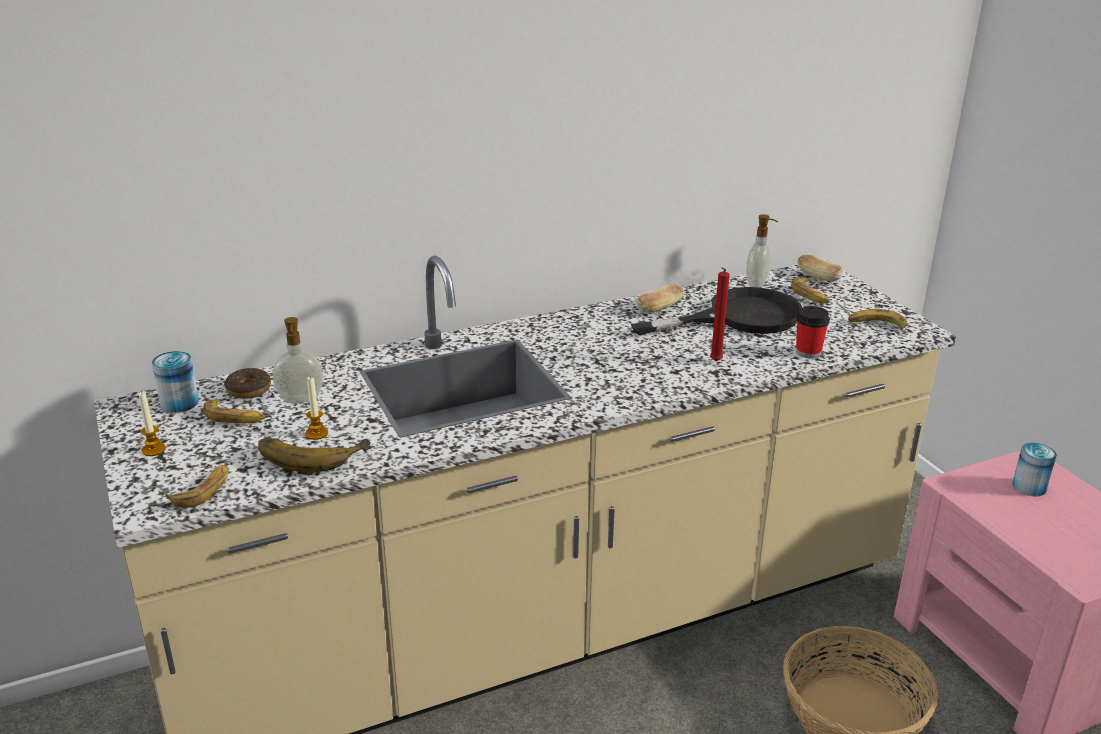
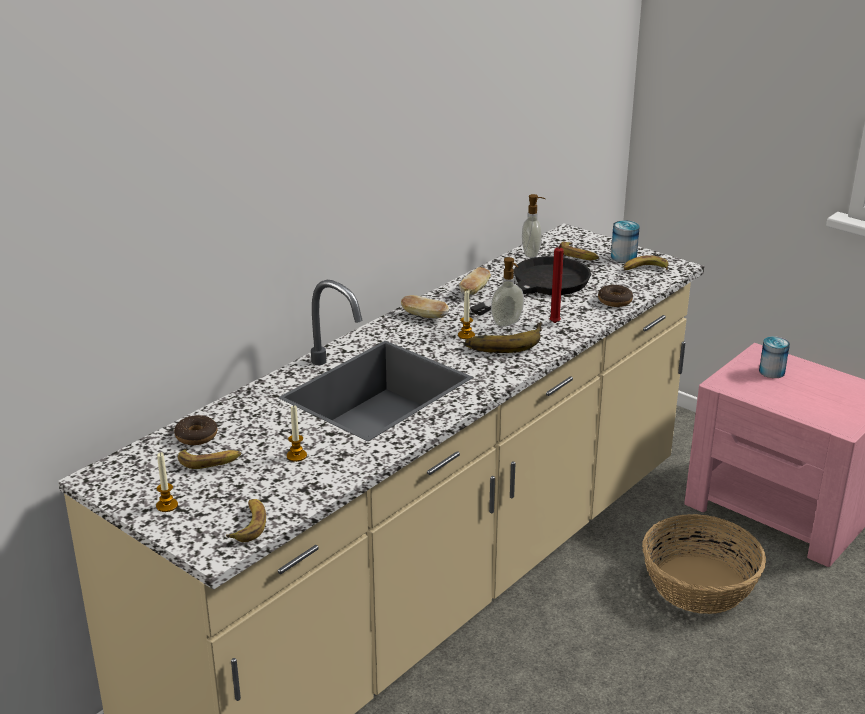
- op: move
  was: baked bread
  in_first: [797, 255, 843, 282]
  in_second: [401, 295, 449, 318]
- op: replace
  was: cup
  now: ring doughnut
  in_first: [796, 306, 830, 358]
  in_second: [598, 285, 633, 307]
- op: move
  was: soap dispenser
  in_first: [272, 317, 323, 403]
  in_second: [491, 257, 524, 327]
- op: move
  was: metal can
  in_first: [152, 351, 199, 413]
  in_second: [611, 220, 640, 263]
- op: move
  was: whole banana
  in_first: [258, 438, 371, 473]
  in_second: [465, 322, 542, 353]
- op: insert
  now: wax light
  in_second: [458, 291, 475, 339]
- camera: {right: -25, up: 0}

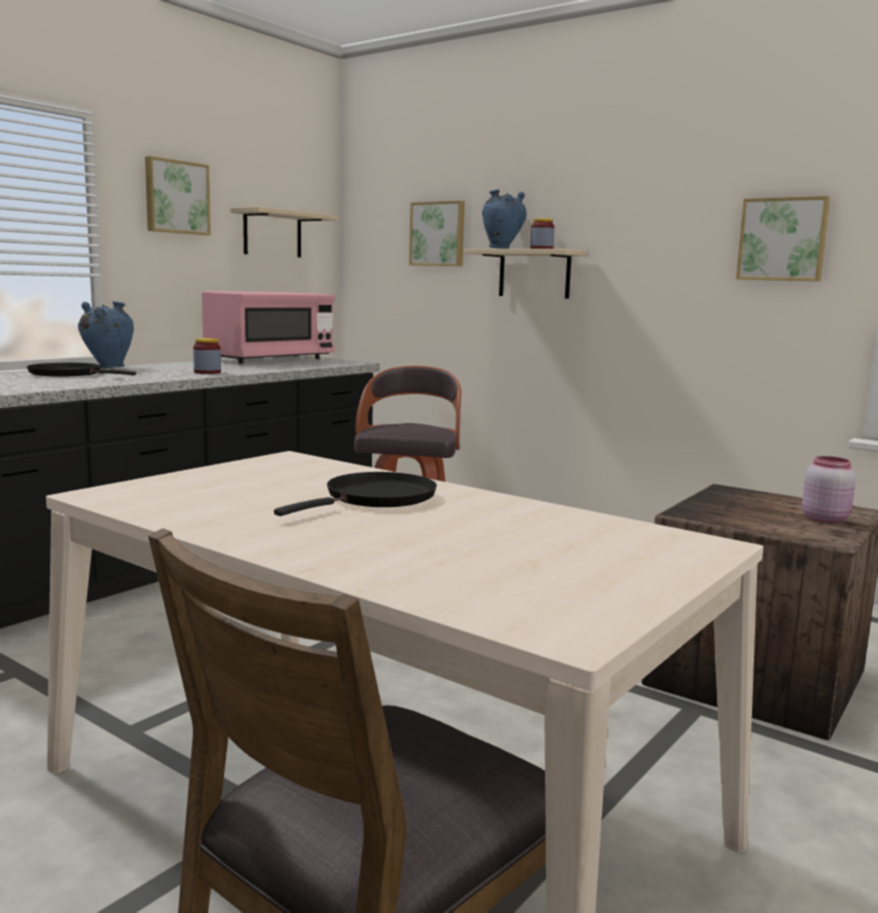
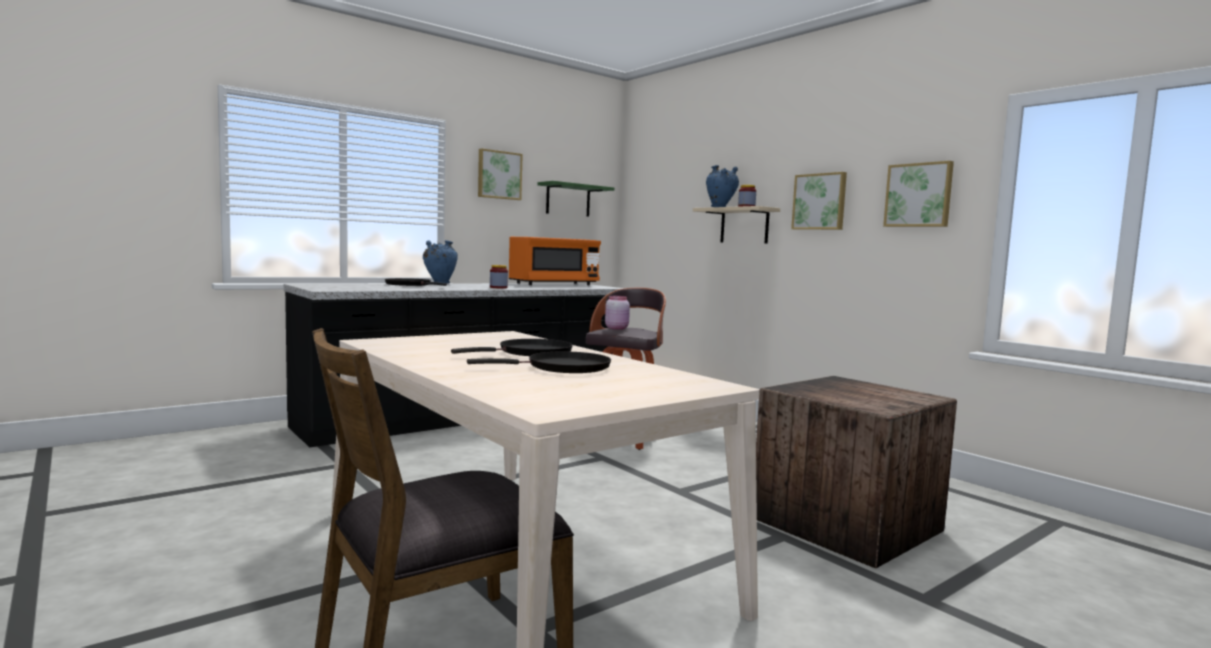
- op: move
  was: wall art
  in_first: [409, 201, 465, 266]
  in_second: [791, 172, 847, 230]
- op: recolor
  was: bracket shelf (beige)
  now: bracket shelf (green-coloured)
  in_first: [230, 207, 338, 257]
  in_second: [537, 181, 614, 217]
- op: recolor
  was: microwave oven (pinkish)
  now: microwave oven (orange)
  in_first: [202, 291, 335, 364]
  in_second: [509, 237, 601, 285]
- op: move
  was: preserve jar (pinkish)
  in_first: [802, 456, 856, 523]
  in_second: [605, 296, 630, 330]
- op: insert
  now: pan (black)
  in_second: [467, 351, 611, 373]
- camera: {right: 15, up: -5}

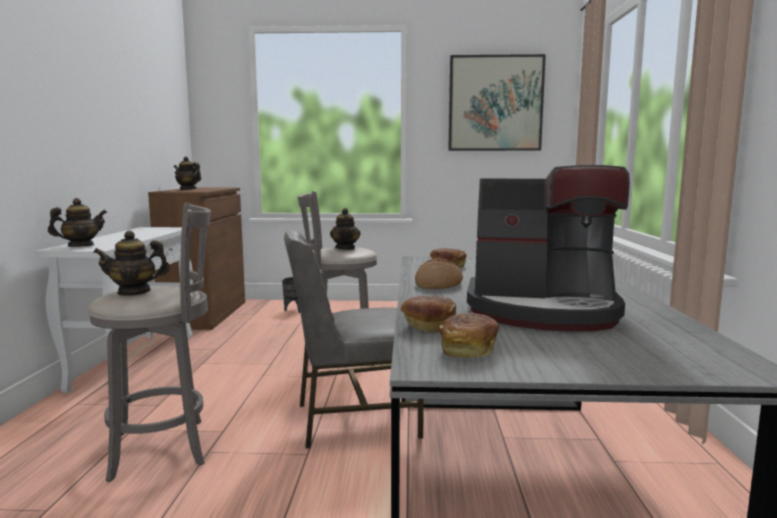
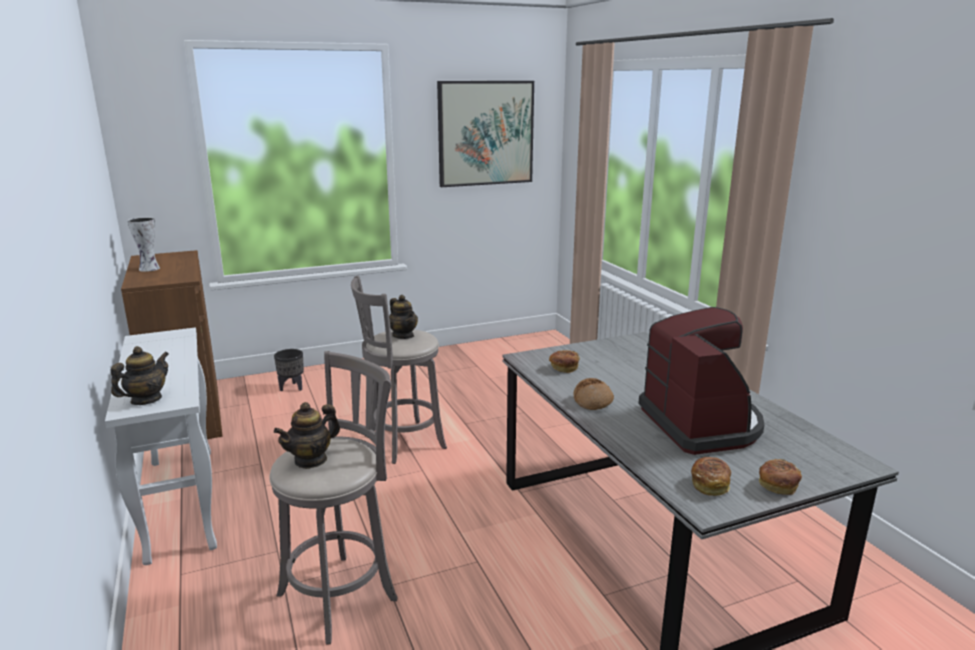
- op: replace
  was: pot for tea
  now: vase
  in_first: [174, 157, 201, 190]
  in_second: [127, 217, 160, 272]
- op: rotate
  was: coffee machine
  in_first: [467, 165, 630, 332]
  in_second: [638, 307, 765, 455]
  clockwise: -90
- op: delete
  was: upright chair (greyish)
  in_first: [284, 230, 424, 449]
- op: move
  was: baked bread
  in_first: [400, 296, 456, 332]
  in_second: [759, 459, 802, 495]
- camera: {right: -25, up: 10}

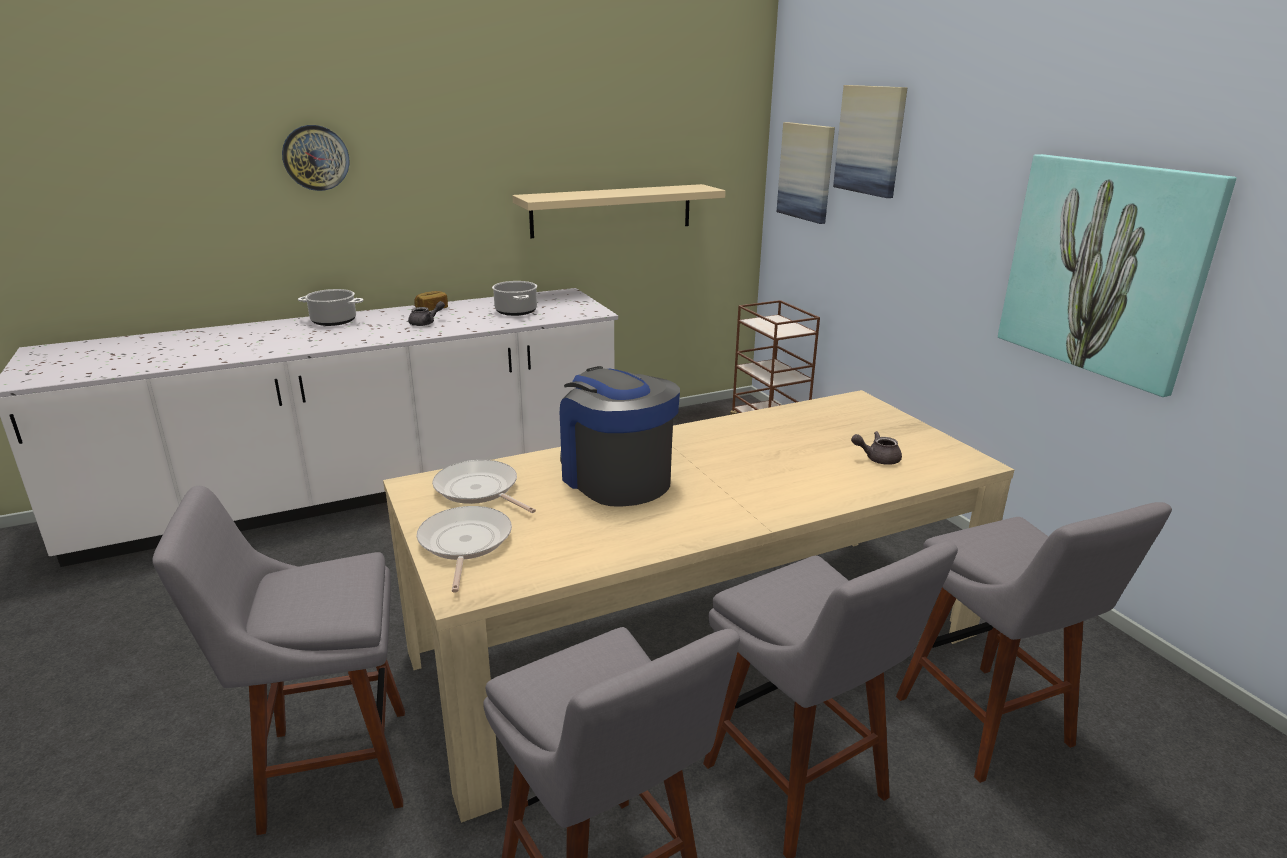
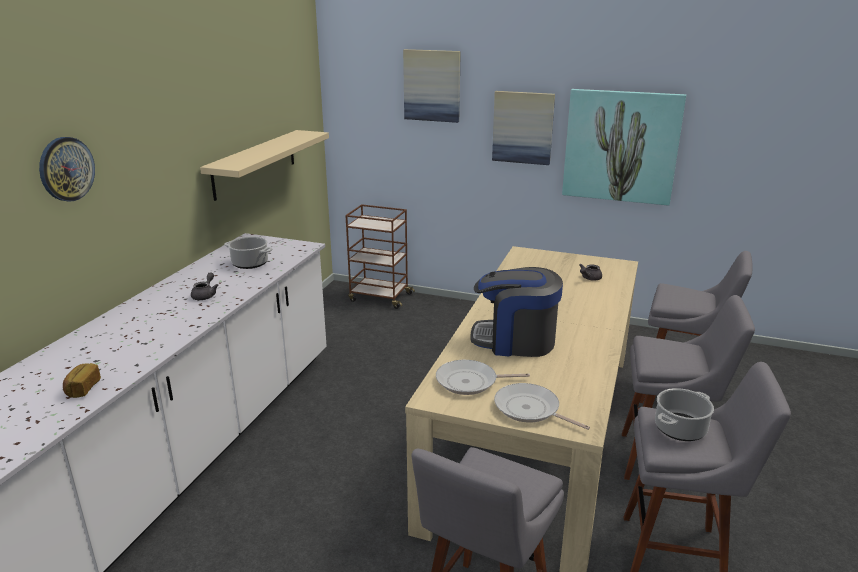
- op: move
  was: wall art
  in_first: [777, 122, 835, 224]
  in_second: [492, 91, 555, 165]
- op: move
  was: saucepot
  in_first: [298, 289, 364, 326]
  in_second: [655, 388, 714, 441]
- op: move
  was: baked bread
  in_first: [414, 291, 448, 311]
  in_second: [63, 363, 101, 398]
- camera: {right: -45, up: 0}

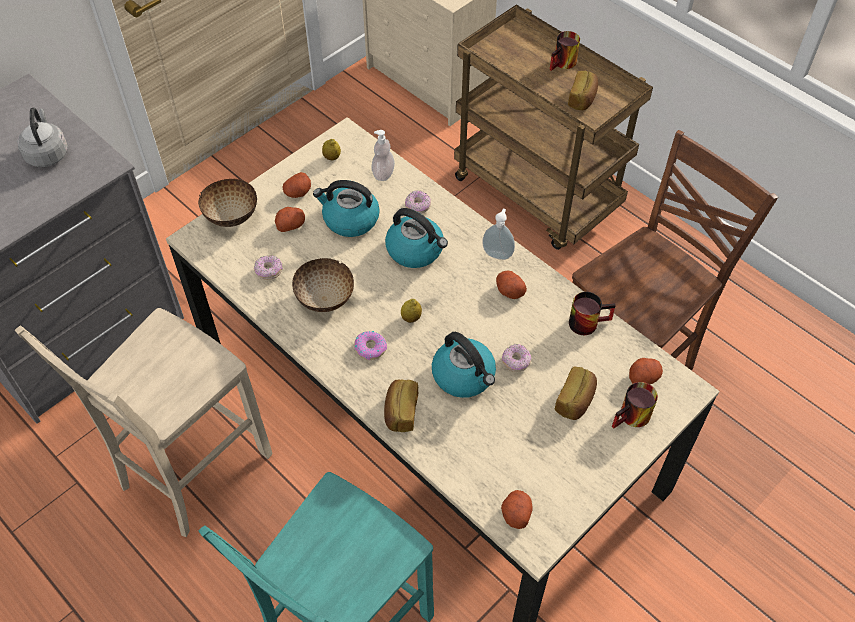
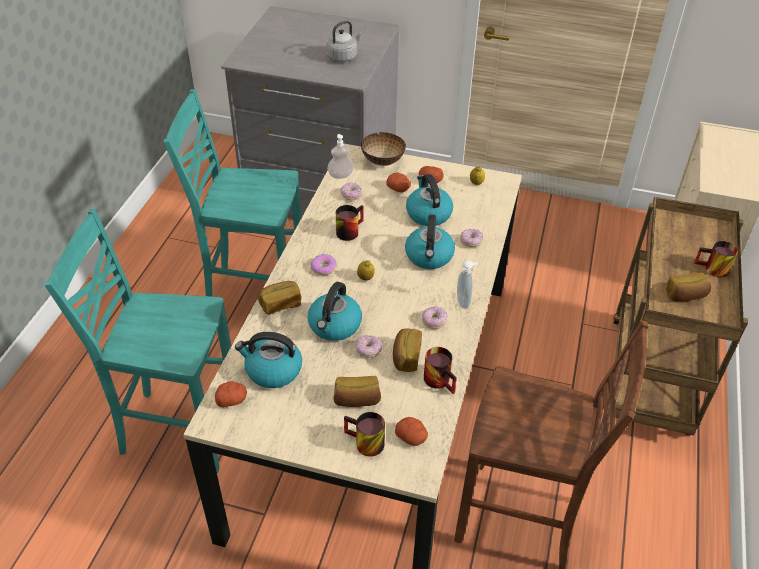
- op: move
  was: soap dispenser
  in_first: [371, 130, 395, 181]
  in_second: [327, 134, 354, 179]
- op: replace
  was: bowl
  now: tea mug
  in_first: [292, 258, 354, 312]
  in_second: [336, 205, 364, 241]
- op: replace
  was: whole potato
  now: ring doughnut
  in_first: [496, 271, 527, 299]
  in_second: [422, 307, 448, 329]
- op: recolor
  was: upright chair (beige)
  now: upright chair (turquoise-coloured)
  in_first: [15, 308, 272, 537]
  in_second: [164, 89, 301, 297]
- op: insert
  now: baked bread
  in_second: [393, 328, 422, 372]
- op: insert
  now: kettle
  in_second: [235, 332, 302, 388]
- camera: {right: 60, up: -10}

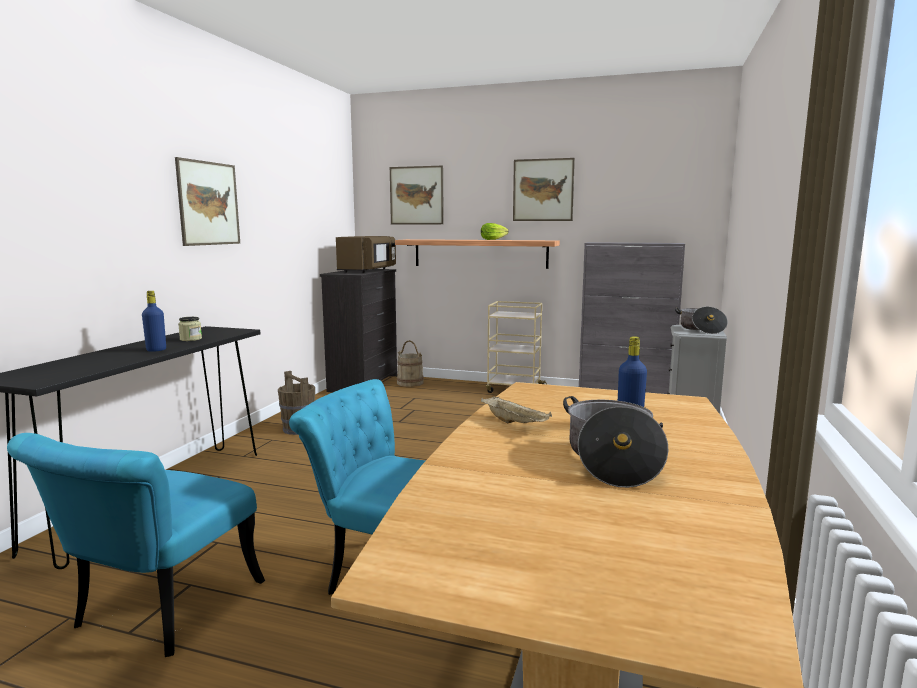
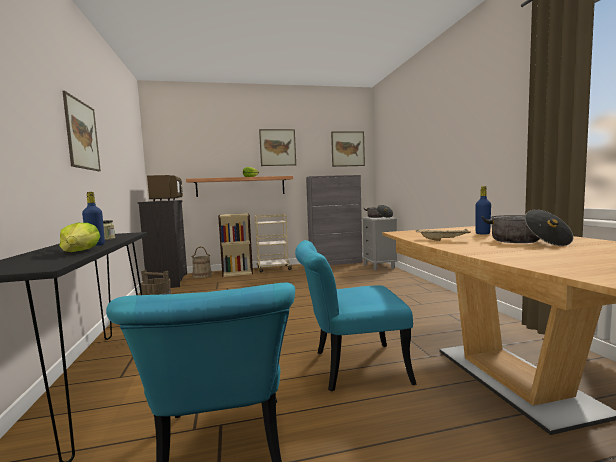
- op: move
  was: wall art
  in_first: [390, 166, 444, 224]
  in_second: [331, 131, 365, 167]
- op: insert
  now: bookcase (beige)
  in_second: [218, 213, 253, 277]
- op: insert
  now: lettuce head
  in_second: [59, 223, 100, 252]
- camera: {right: -30, up: -5}

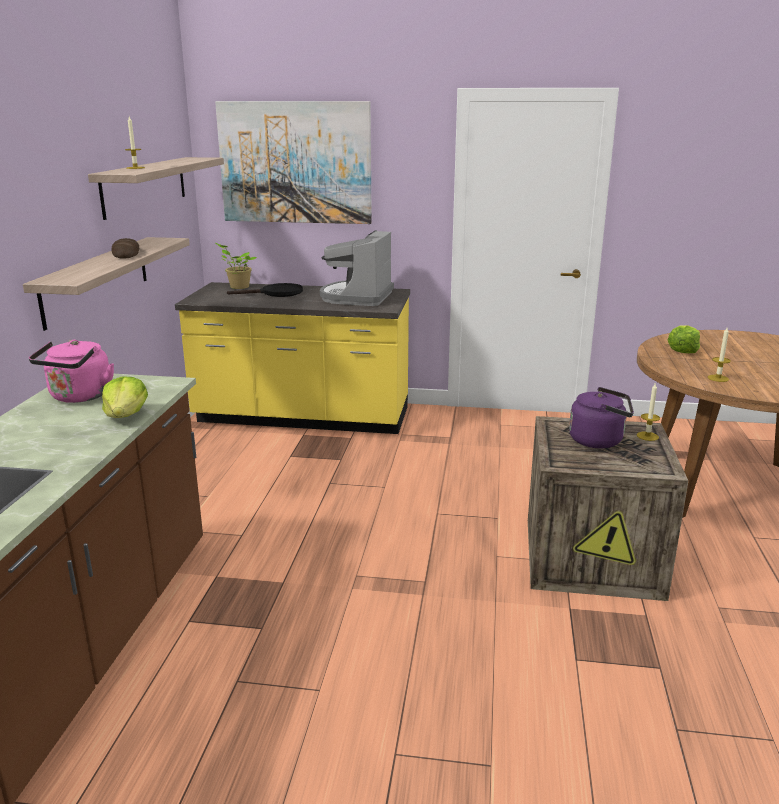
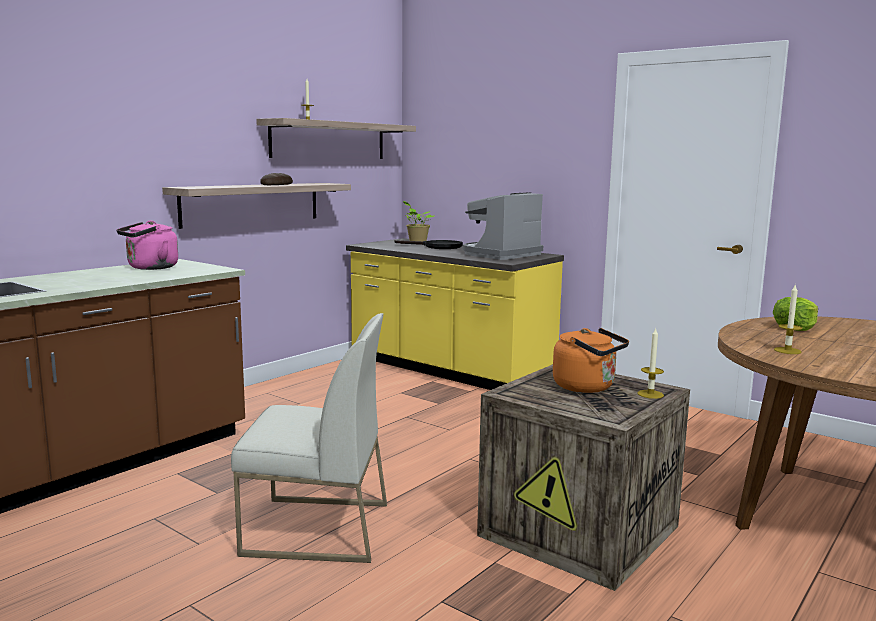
- op: delete
  was: wall art
  in_first: [215, 101, 372, 224]
- op: delete
  was: lettuce head
  in_first: [102, 376, 148, 418]
- op: recolor
  was: kettle (purplish)
  now: kettle (orange)
  in_first: [569, 387, 634, 448]
  in_second: [553, 328, 629, 393]
- op: insert
  now: upright chair (whitish)
  in_second: [231, 313, 387, 563]
- camera: {right: 30, up: -10}

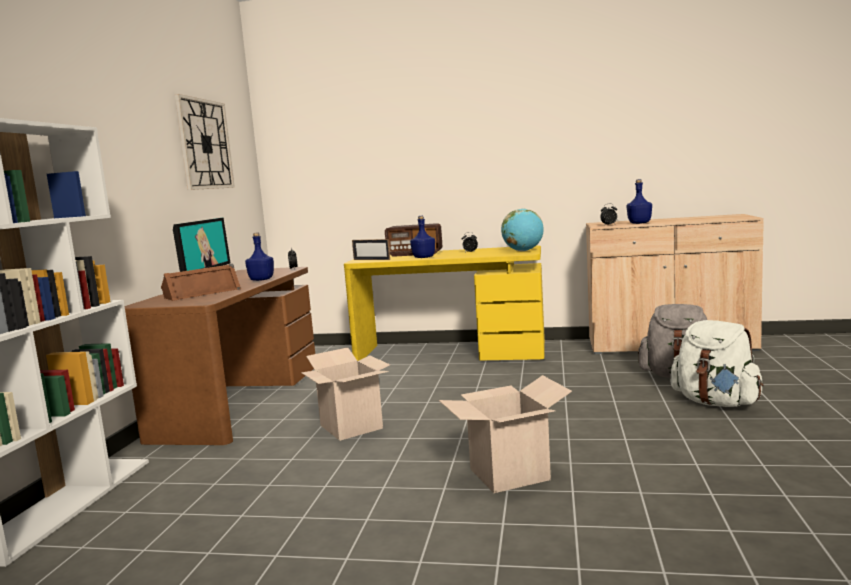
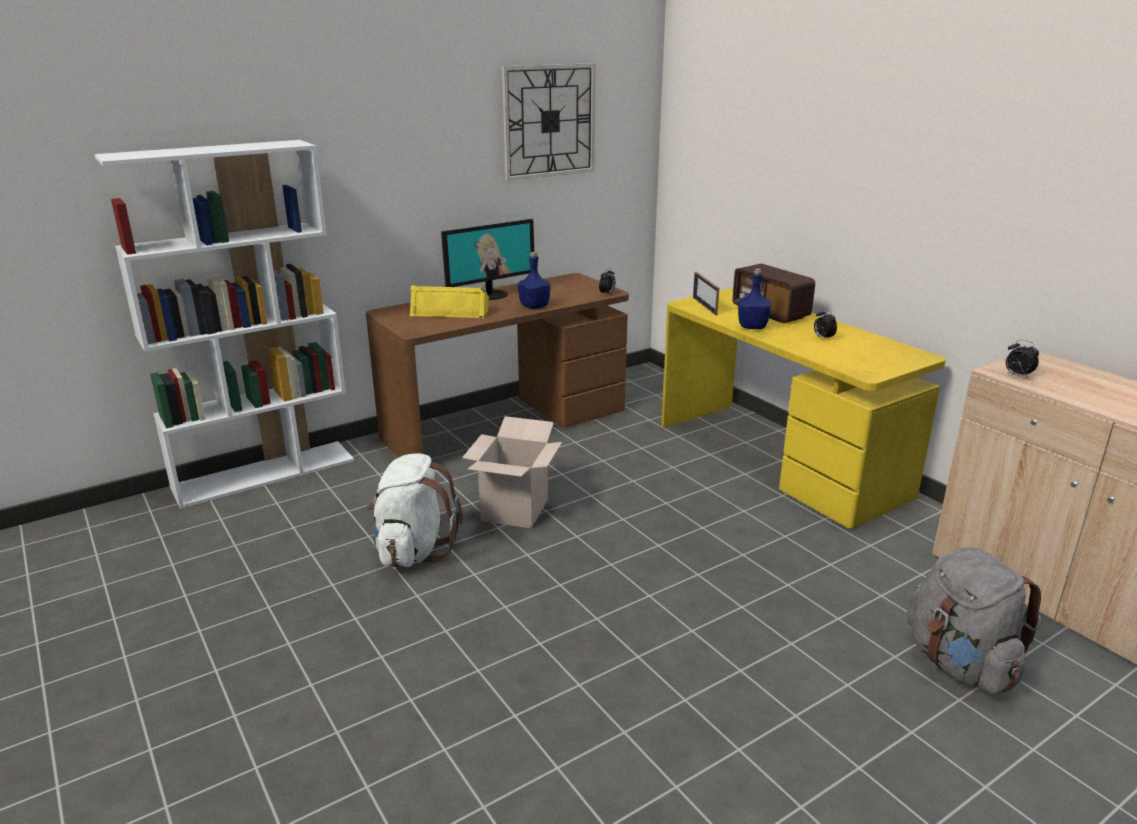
- op: delete
  was: bottle (bluish)
  in_first: [627, 179, 652, 224]
- op: delete
  was: world globe
  in_first: [501, 208, 544, 251]
- op: recolor
  was: loudspeaker (brown)
  now: loudspeaker (yellow)
  in_first: [161, 264, 241, 301]
  in_second: [410, 285, 489, 318]
- op: move
  was: knapsack (whitish)
  in_first: [671, 320, 763, 407]
  in_second: [366, 453, 463, 568]
- op: delete
  was: packing box
  in_first: [439, 375, 572, 493]
- camera: {right: 45, up: 15}

